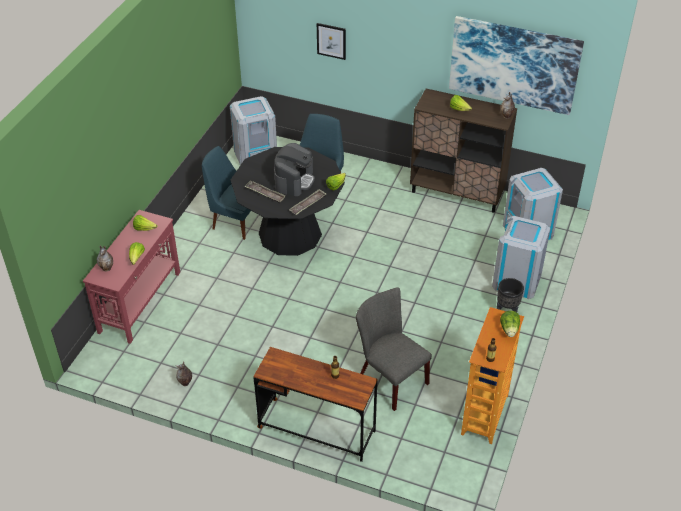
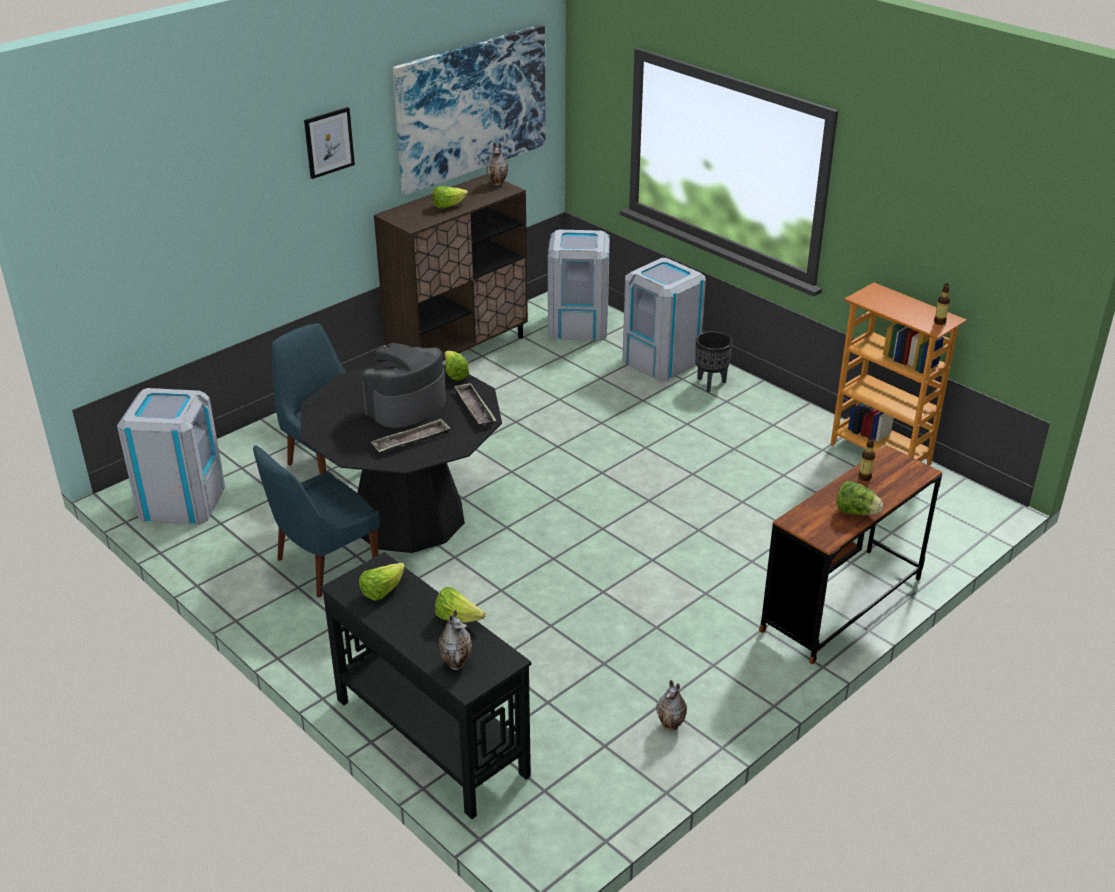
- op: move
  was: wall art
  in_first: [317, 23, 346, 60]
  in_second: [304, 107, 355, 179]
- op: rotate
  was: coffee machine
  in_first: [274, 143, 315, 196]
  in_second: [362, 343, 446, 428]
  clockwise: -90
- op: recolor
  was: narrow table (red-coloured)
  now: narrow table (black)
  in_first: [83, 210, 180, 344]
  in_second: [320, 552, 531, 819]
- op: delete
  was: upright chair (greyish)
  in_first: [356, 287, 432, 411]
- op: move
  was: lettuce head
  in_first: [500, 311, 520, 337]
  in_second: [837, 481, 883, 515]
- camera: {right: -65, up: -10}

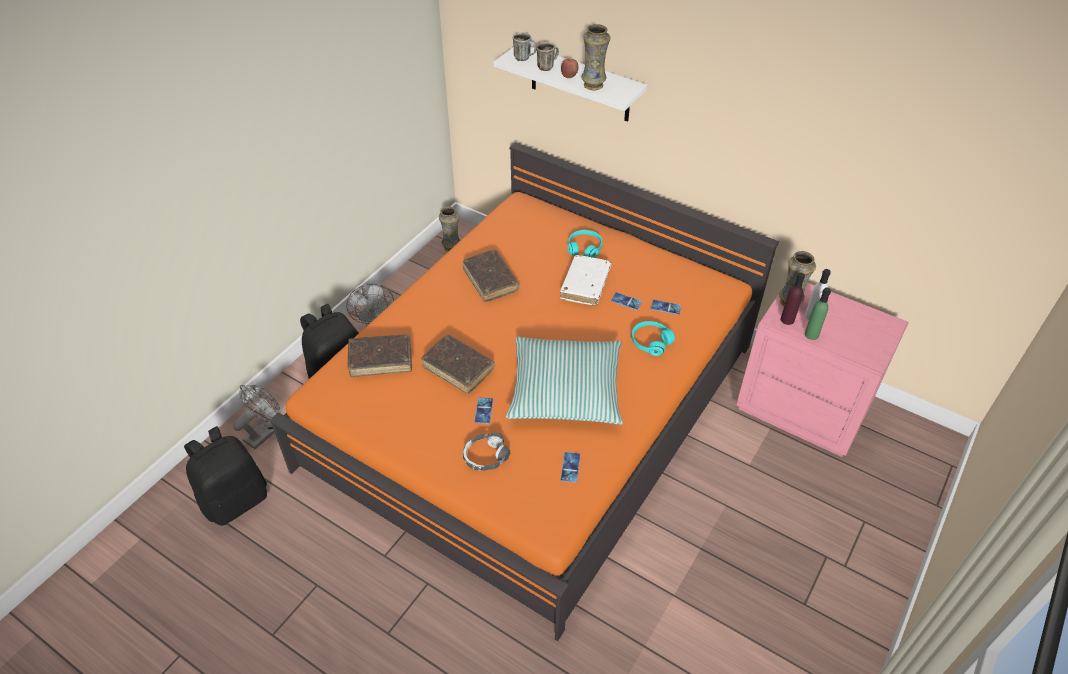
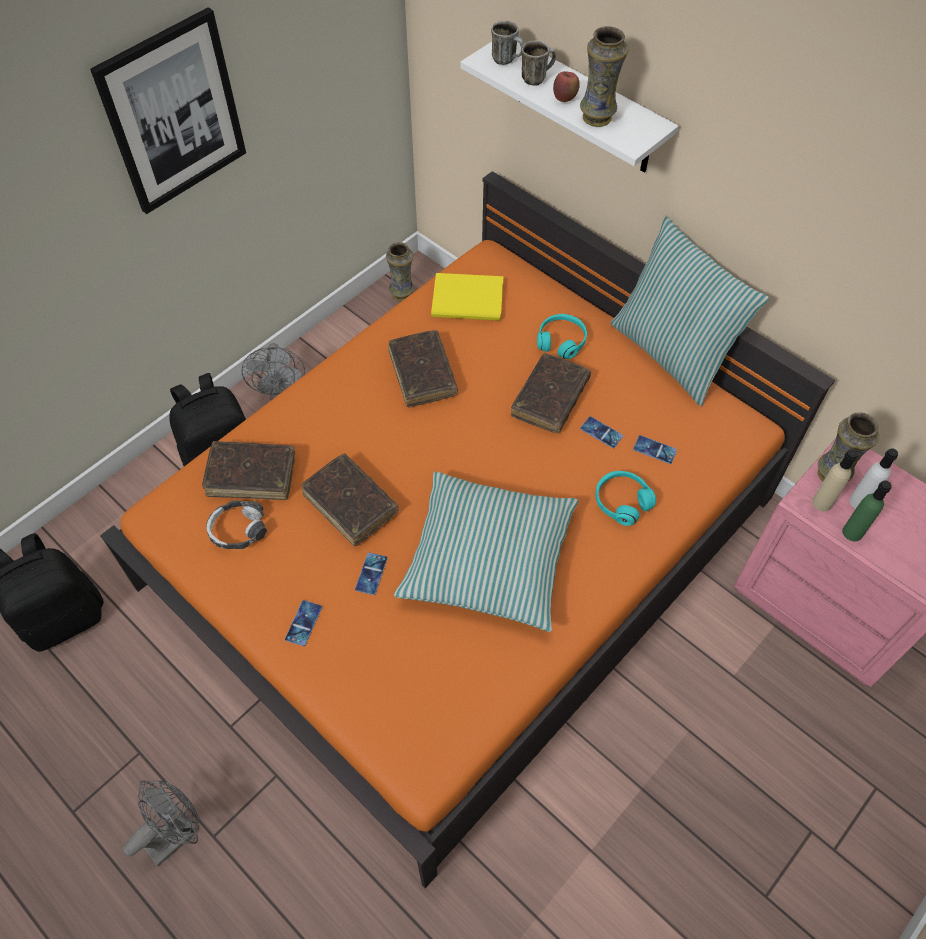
- op: recolor
  was: volume (whitish)
  now: volume (brown)
  in_first: [560, 255, 611, 305]
  in_second: [511, 353, 591, 433]
- op: recolor
  was: bottle (purplish)
  now: bottle (beige)
  in_first: [781, 273, 805, 325]
  in_second: [812, 449, 858, 511]
- op: move
  was: electric fan (greyish)
  in_first: [233, 385, 280, 449]
  in_second: [123, 780, 199, 866]
- op: move
  was: pair of headphones
  in_first: [463, 432, 511, 471]
  in_second: [206, 500, 267, 549]
- op: move
  was: telephone
  in_first: [560, 452, 581, 483]
  in_second: [285, 600, 322, 646]
- op: insert
  now: wall art
  in_second: [90, 7, 246, 214]
- op: insert
  now: pillow
  in_second: [611, 217, 769, 406]
- op: insert
  now: volume (yellow)
  in_second: [431, 273, 503, 321]
- camera: {right: 10, up: 10}

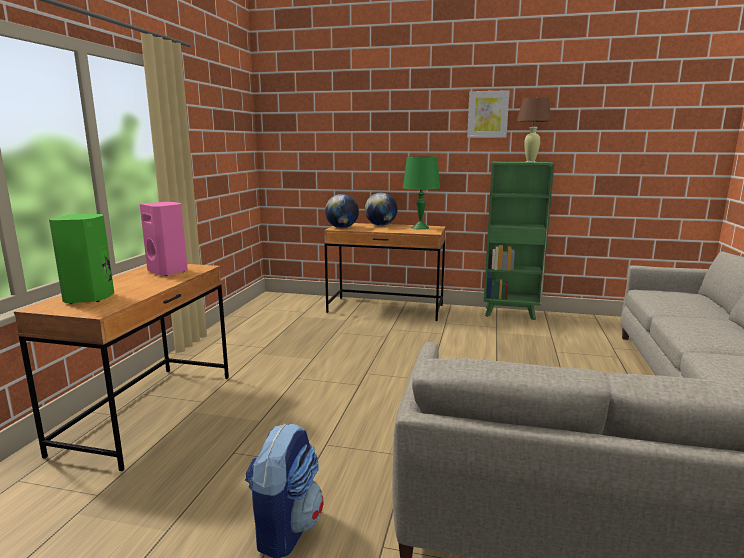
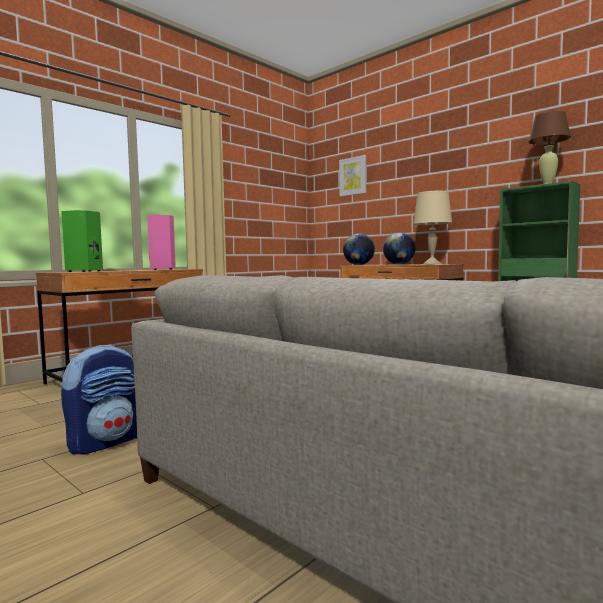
- op: move
  was: wall art
  in_first: [467, 90, 510, 138]
  in_second: [339, 155, 366, 197]
- op: recolor
  was: tabletop lamp (green-coloured)
  now: tabletop lamp (beige)
  in_first: [403, 156, 440, 230]
  in_second: [413, 191, 452, 264]
- camera: {right: 30, up: -10}

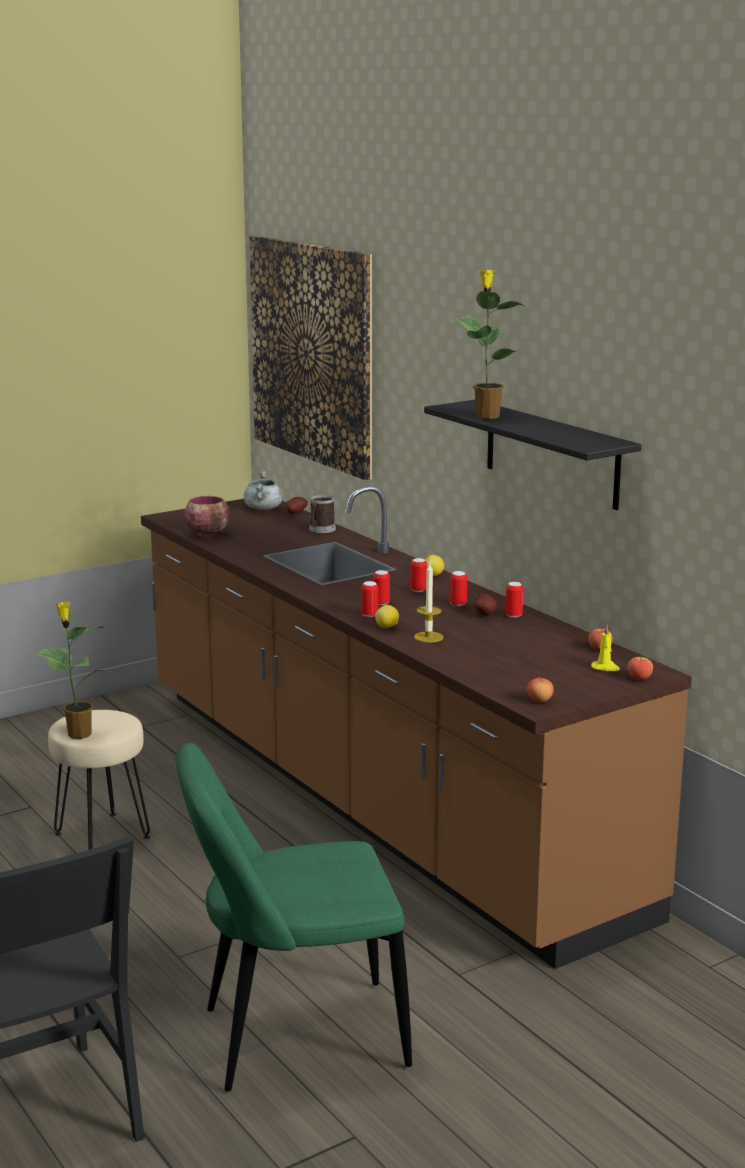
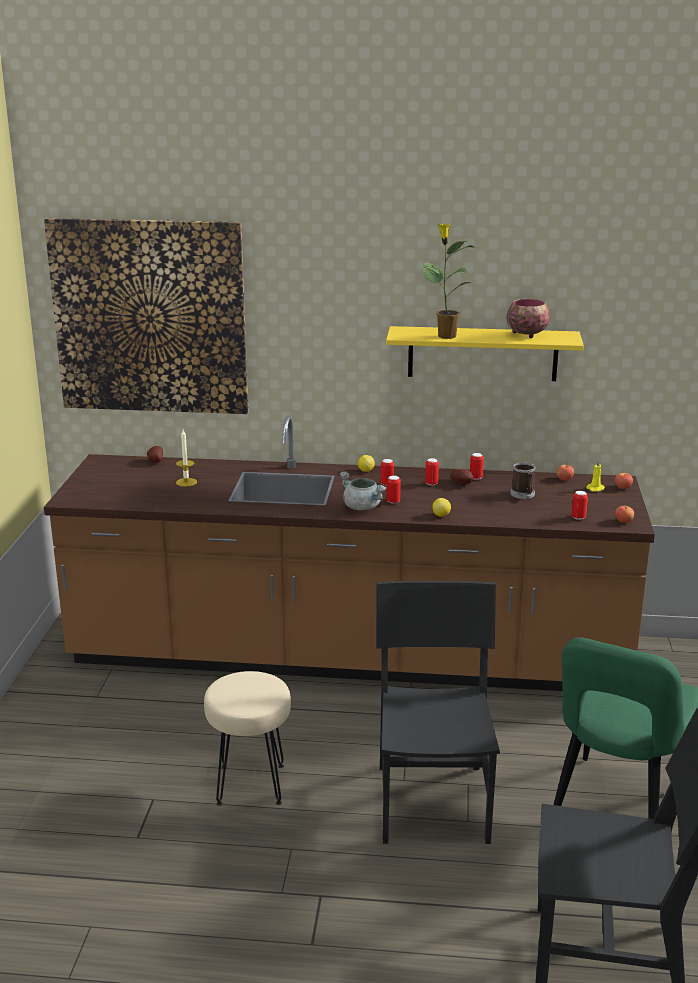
- op: recolor
  was: bracket shelf (black)
  now: bracket shelf (yellow)
  in_first: [424, 400, 641, 510]
  in_second: [386, 326, 584, 381]
- op: move
  was: saucepot (greyish)
  in_first: [244, 471, 282, 510]
  in_second: [339, 472, 387, 511]
- op: move
  was: tea mug
  in_first: [309, 495, 336, 533]
  in_second: [510, 462, 535, 499]
- op: move
  was: bowl
  in_first: [184, 496, 230, 537]
  in_second: [507, 299, 550, 338]
- op: move
  was: wax light
  in_first: [414, 563, 444, 643]
  in_second: [176, 430, 197, 487]
- op: move
  was: metal can
  in_first: [361, 581, 379, 617]
  in_second: [572, 491, 588, 520]
- op: delete
  was: houseplant
  in_first: [35, 602, 106, 739]
- op: insert
  now: upright chair (black)
  in_second: [376, 581, 500, 844]
- camera: {right: -50, up: 5}

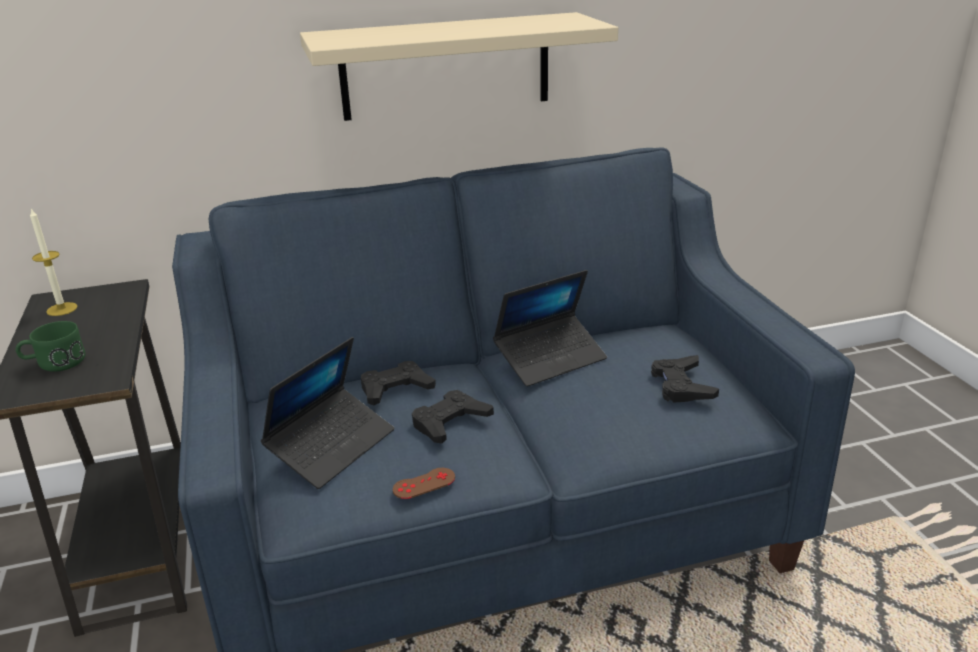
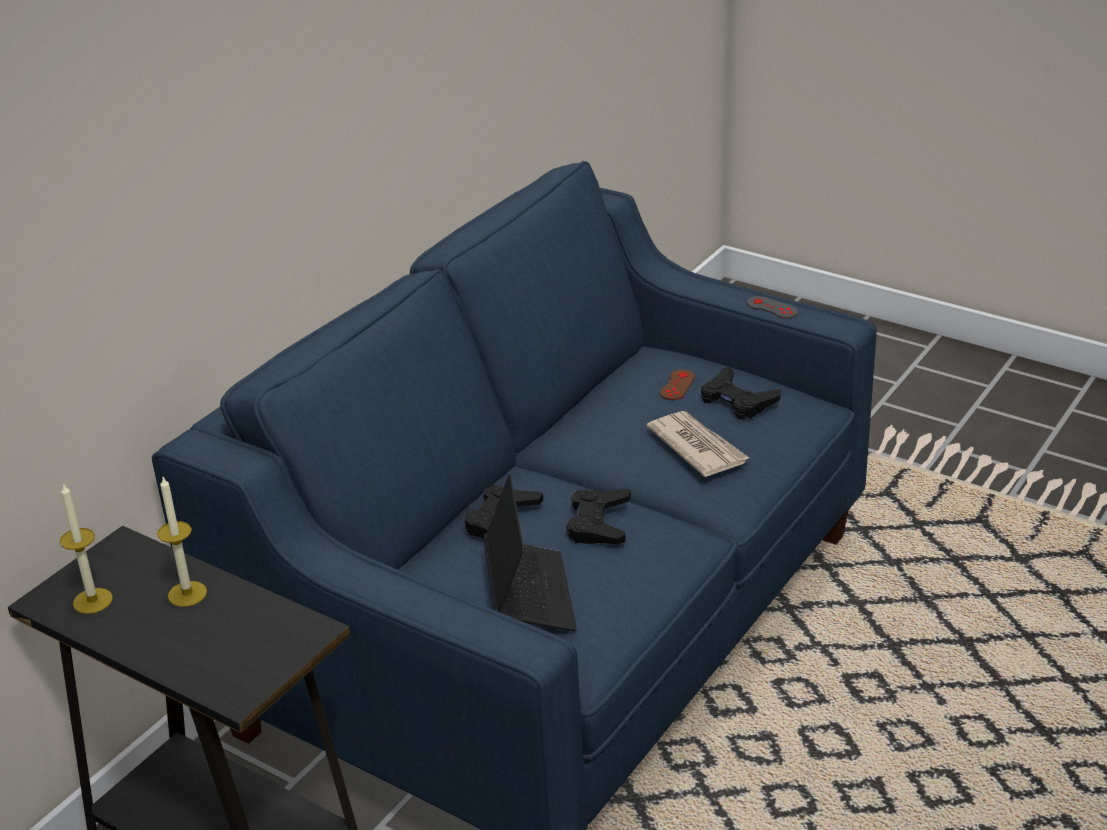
- op: delete
  was: bracket shelf (beige)
  in_first: [300, 12, 618, 121]
- op: delete
  was: notebook computer
  in_first: [493, 270, 607, 387]
- op: delete
  was: tea mug (green-coloured)
  in_first: [15, 321, 85, 372]
- op: move
  was: gamepad (brown)
  in_first: [393, 468, 455, 499]
  in_second: [660, 369, 695, 400]
- op: insert
  now: gamepad (greyish)
  in_second: [747, 296, 798, 319]
- op: insert
  now: printed paper
  in_second: [646, 411, 749, 477]
- op: insert
  now: wax light
  in_second: [157, 477, 207, 607]
- camera: {right: -40, up: 5}

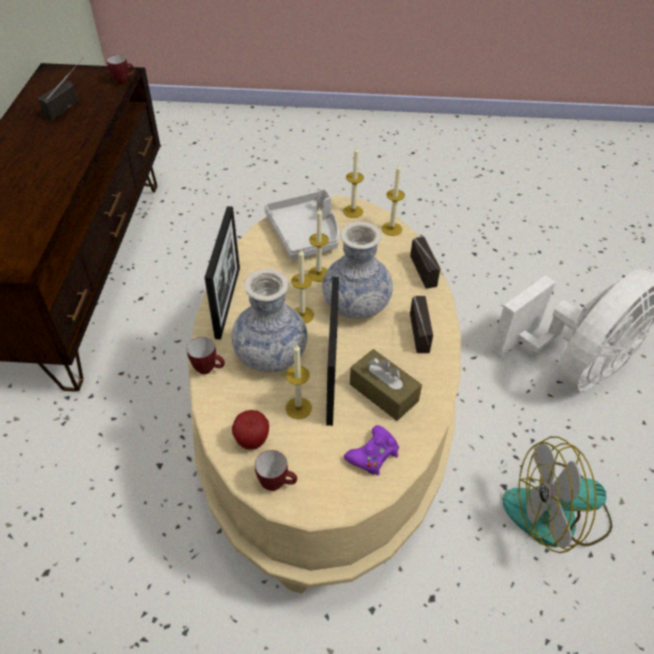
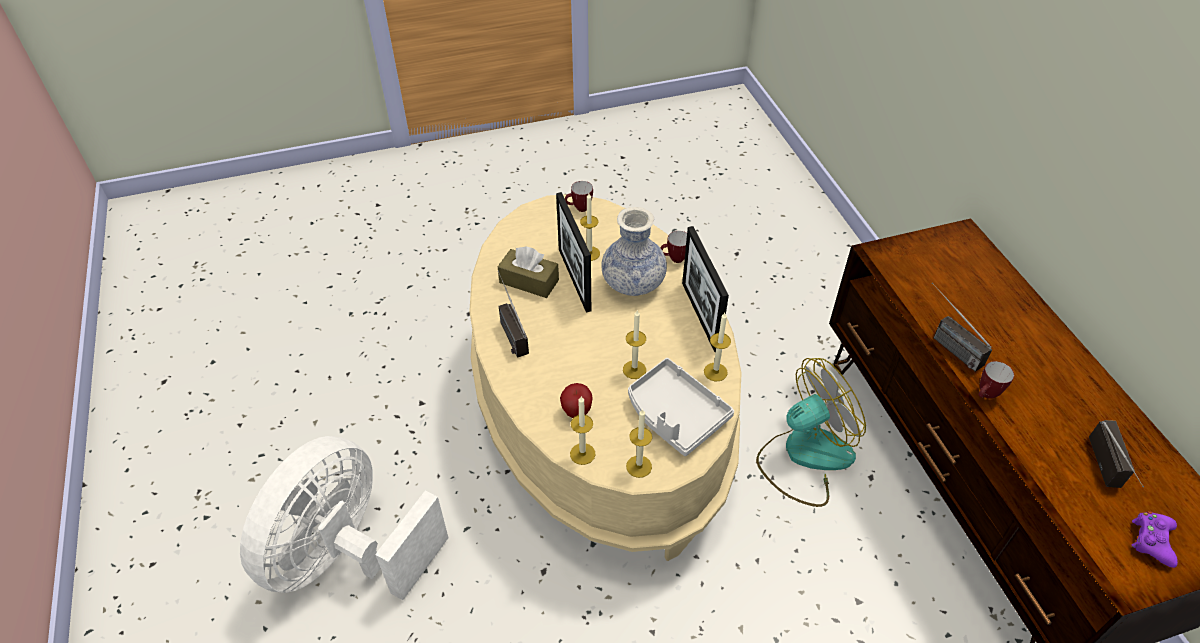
- op: move
  was: tea mug
  in_first: [107, 55, 135, 84]
  in_second: [978, 361, 1014, 399]
- op: delete
  was: vase
  in_first: [322, 222, 393, 319]
- op: move
  was: radio
  in_first: [410, 236, 443, 289]
  in_second: [932, 283, 992, 372]
- op: move
  was: wax light
  in_first: [291, 250, 314, 324]
  in_second: [704, 313, 731, 381]
- op: move
  was: apple
  in_first: [232, 410, 269, 450]
  in_second: [560, 383, 593, 418]
- op: move
  was: gamepad (purplish)
  in_first: [344, 425, 399, 476]
  in_second: [1132, 511, 1178, 568]
- op: move
  was: electric fan
  in_first: [502, 436, 612, 553]
  in_second: [756, 358, 866, 507]
- camera: {right: 160, up: 0}

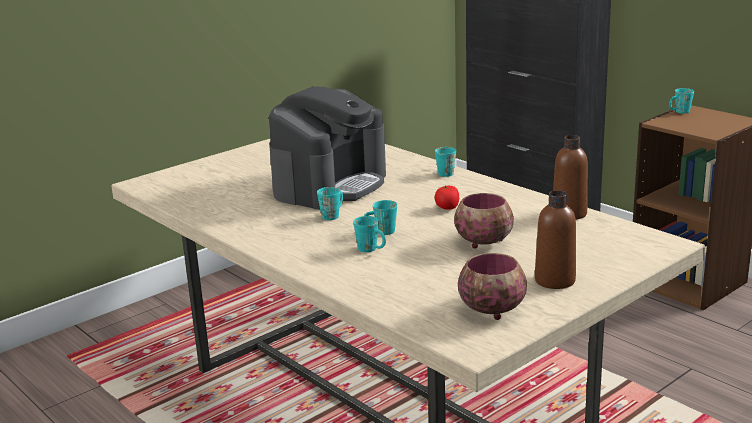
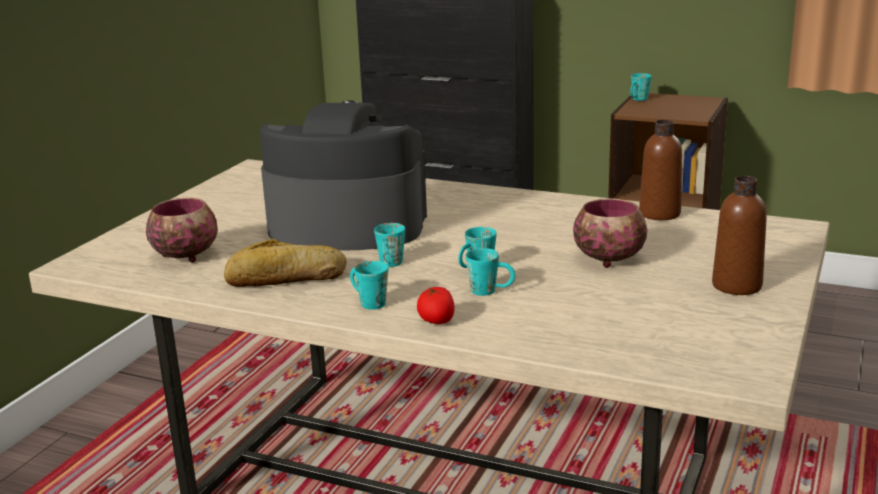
- op: rotate
  was: coffee machine
  in_first: [269, 86, 386, 210]
  in_second: [260, 100, 427, 250]
  clockwise: -90
- op: move
  was: tea mug (turquoise-coloured)
  in_first: [435, 147, 456, 177]
  in_second: [350, 261, 388, 310]
- op: move
  was: tomato
  in_first: [435, 185, 459, 210]
  in_second: [417, 287, 455, 324]
- op: move
  was: bowl
  in_first: [458, 253, 527, 320]
  in_second: [146, 198, 218, 263]
- op: insert
  now: baked bread
  in_second: [224, 239, 346, 287]
- camera: {right: -25, up: 0}

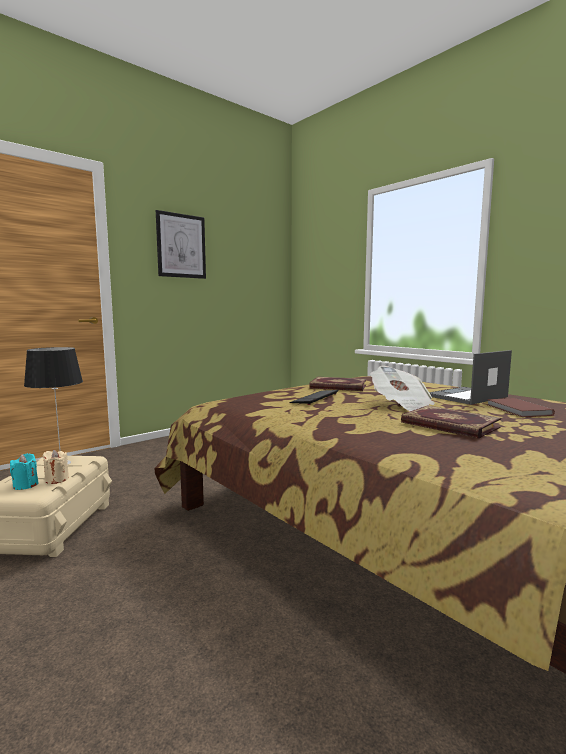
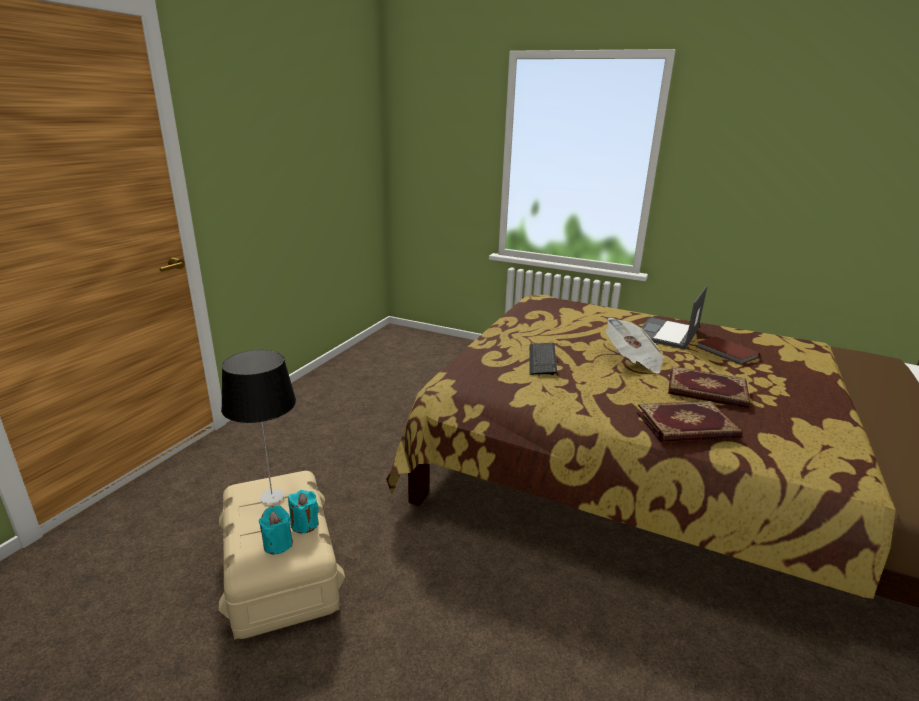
- op: delete
  was: wall art
  in_first: [156, 210, 206, 279]
- op: move
  was: volume
  in_first: [309, 377, 367, 391]
  in_second: [637, 401, 742, 442]
- op: recolor
  was: wax light (beige)
  now: wax light (turquoise-coloured)
  in_first: [43, 450, 69, 484]
  in_second: [288, 490, 319, 533]
- camera: {right: -25, up: 15}

